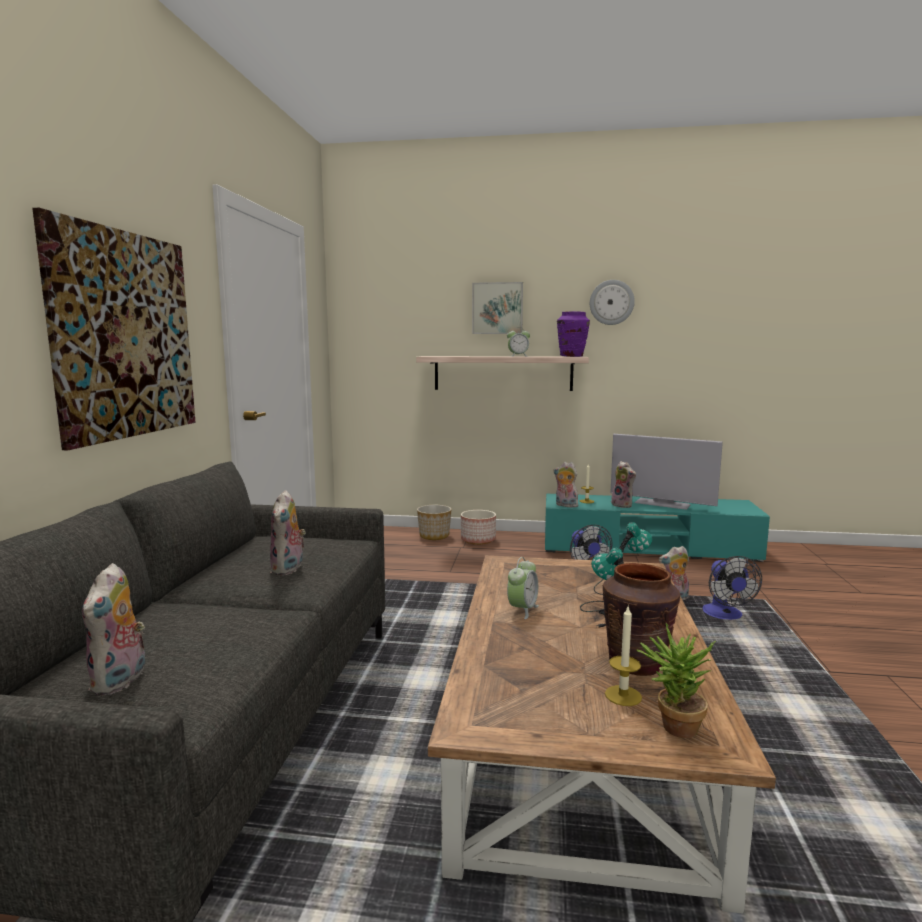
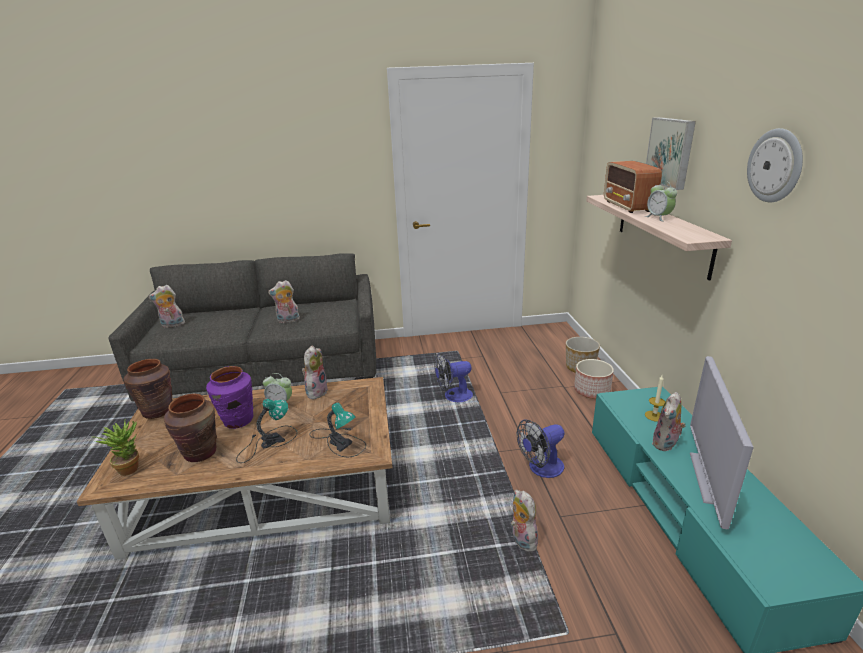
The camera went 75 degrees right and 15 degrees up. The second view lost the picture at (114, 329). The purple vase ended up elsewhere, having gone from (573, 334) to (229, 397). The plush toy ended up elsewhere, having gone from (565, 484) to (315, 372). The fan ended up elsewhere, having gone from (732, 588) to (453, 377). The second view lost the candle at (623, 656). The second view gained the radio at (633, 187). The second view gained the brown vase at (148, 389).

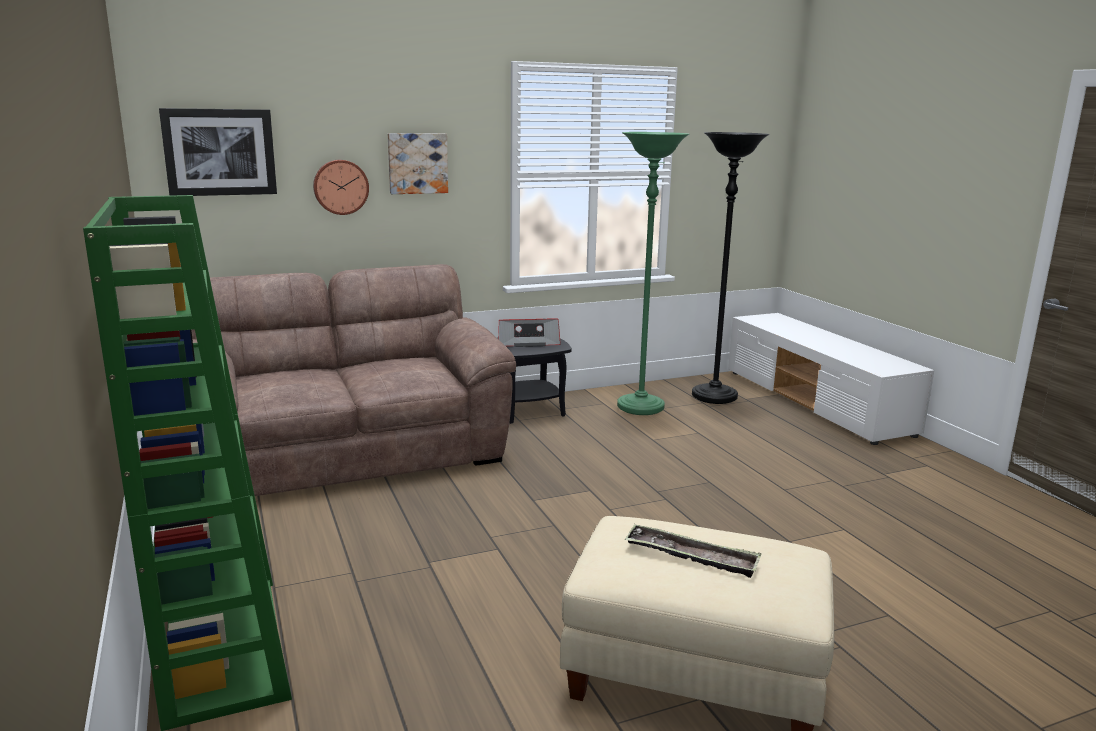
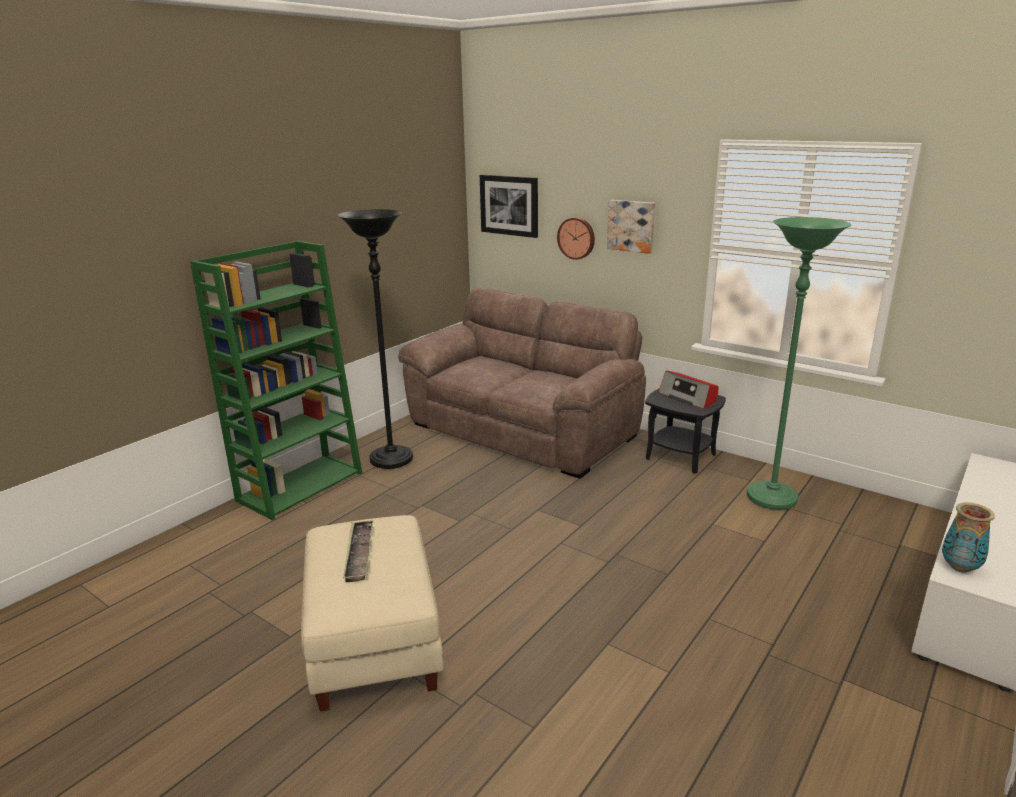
The camera went 60 degrees right and 5 degrees up. The black floor lamp ended up elsewhere, having gone from (730, 268) to (375, 339). The second view gained the vase at (968, 537).

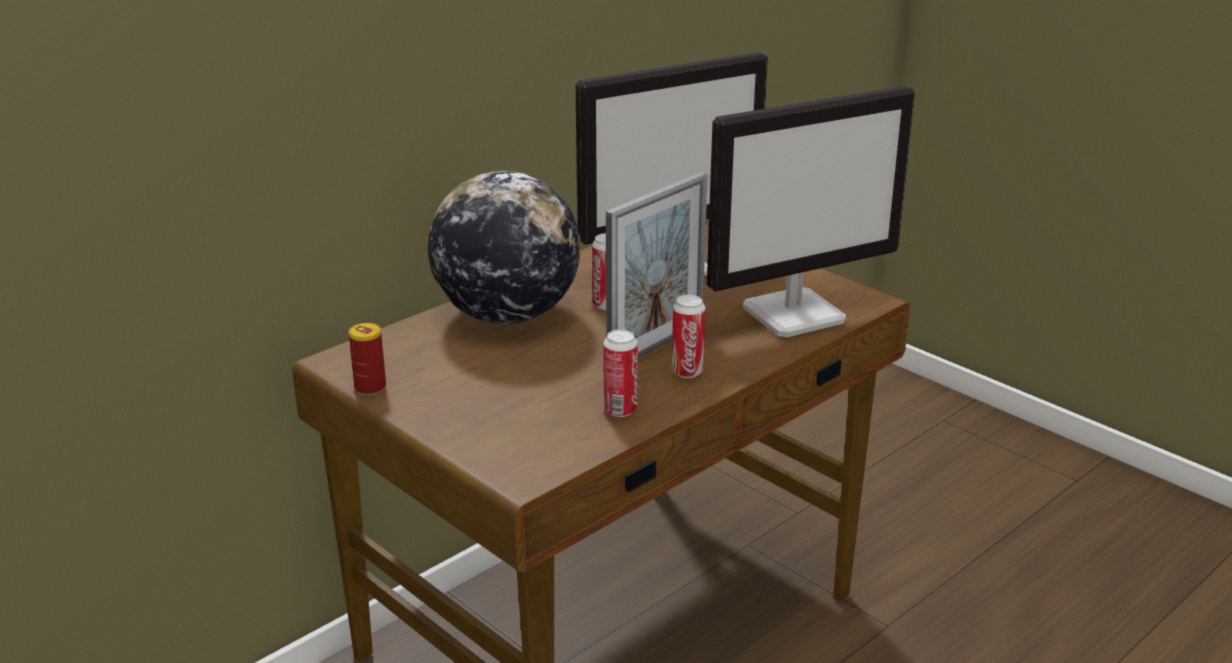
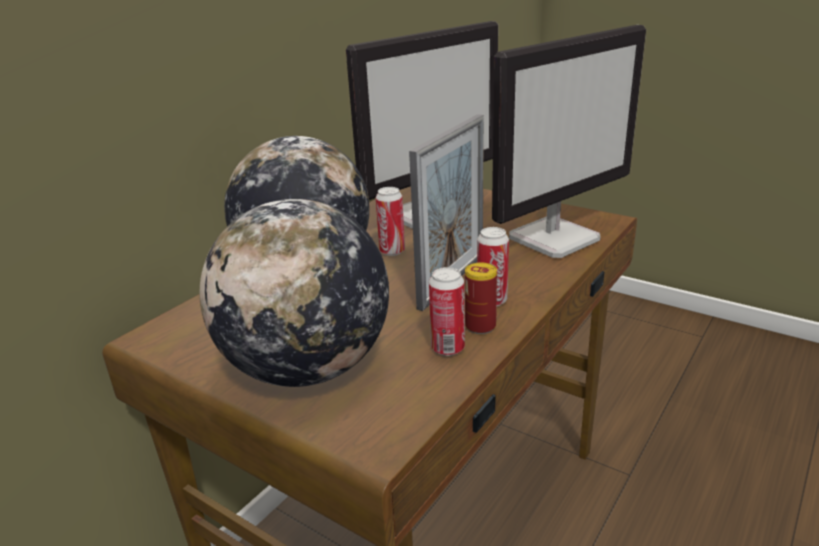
The camera went 10 degrees left and 0 degrees up. The can ended up elsewhere, having gone from (367, 359) to (481, 298). The second view gained the globe at (294, 293).

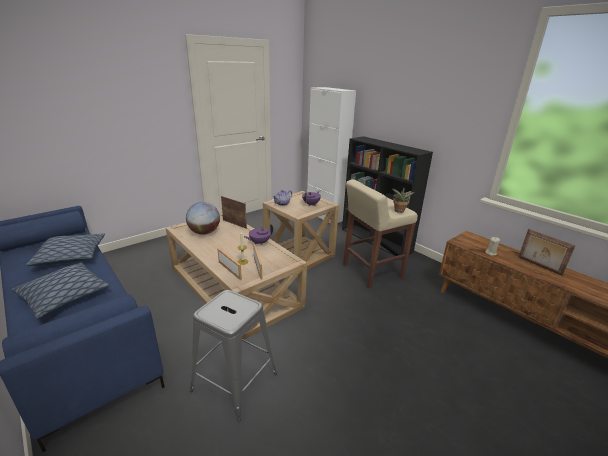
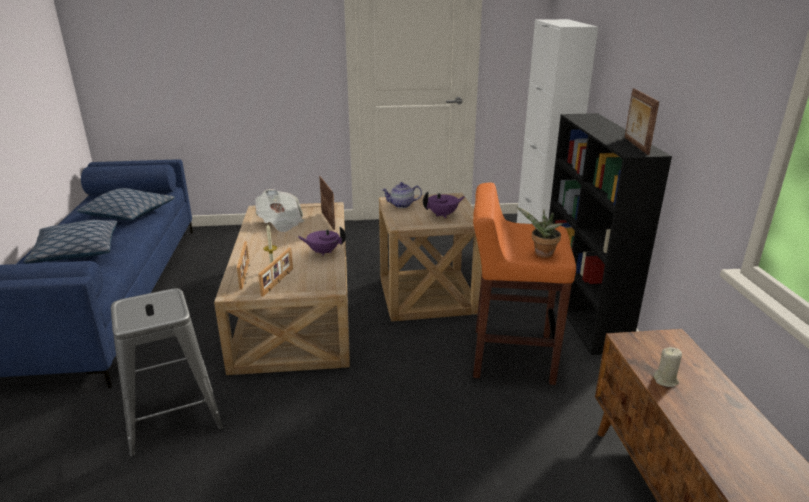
The camera went 35 degrees right and 0 degrees up. What was the beige stool at (380, 233) turned into the orange stool at (524, 284). Where the globe stood at (203, 218), the newspaper came to stand at (279, 210). The picture frame ended up elsewhere, having gone from (547, 252) to (642, 121).

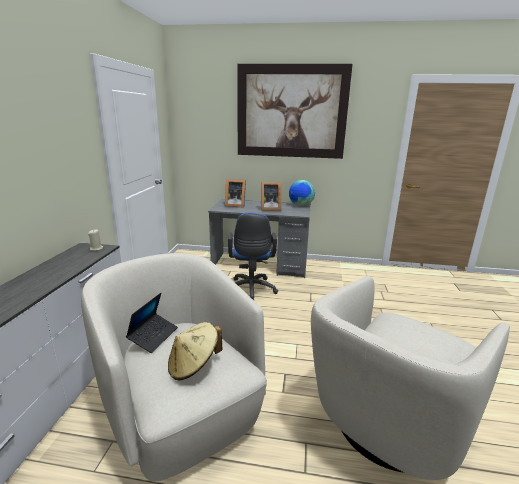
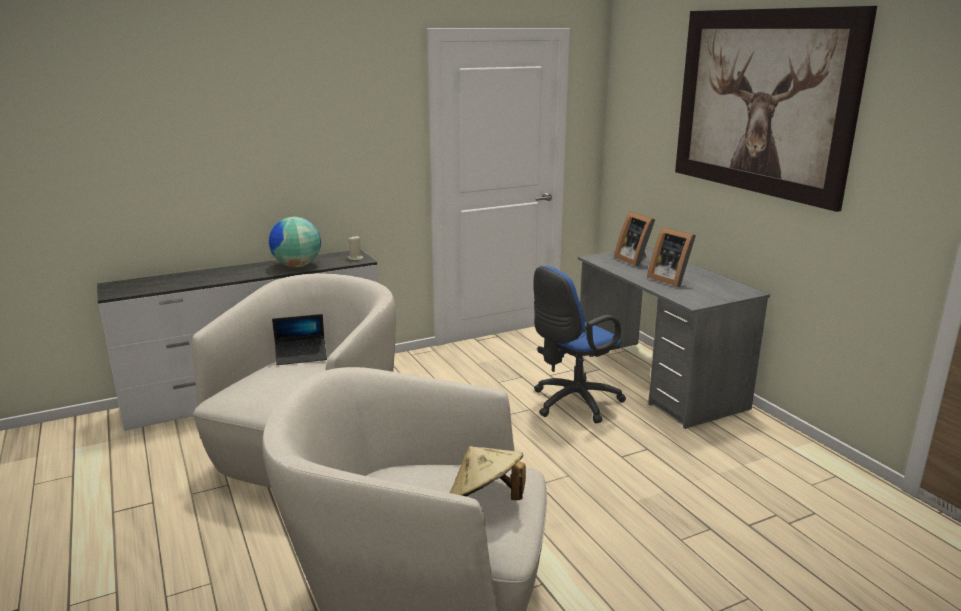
The camera went 55 degrees right and 0 degrees up. The globe ended up elsewhere, having gone from (302, 193) to (295, 242). The beige hat ended up elsewhere, having gone from (195, 351) to (488, 473).

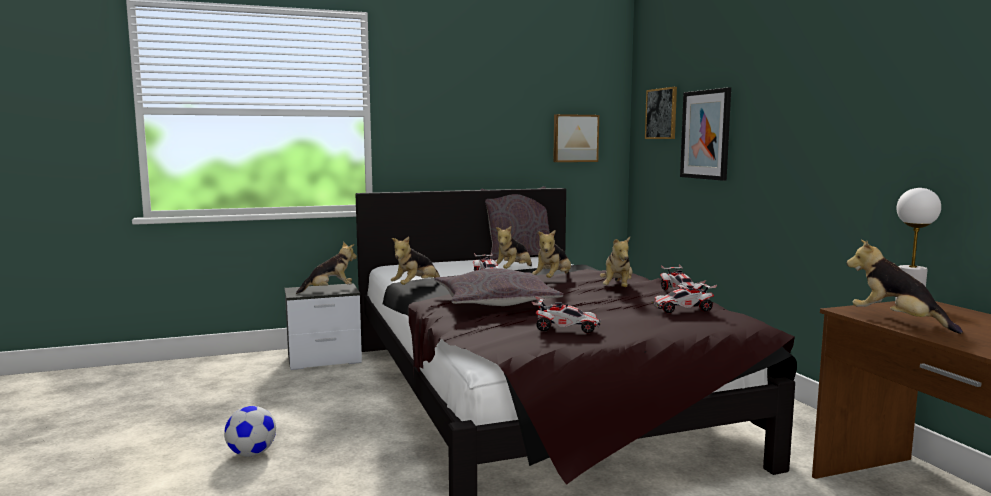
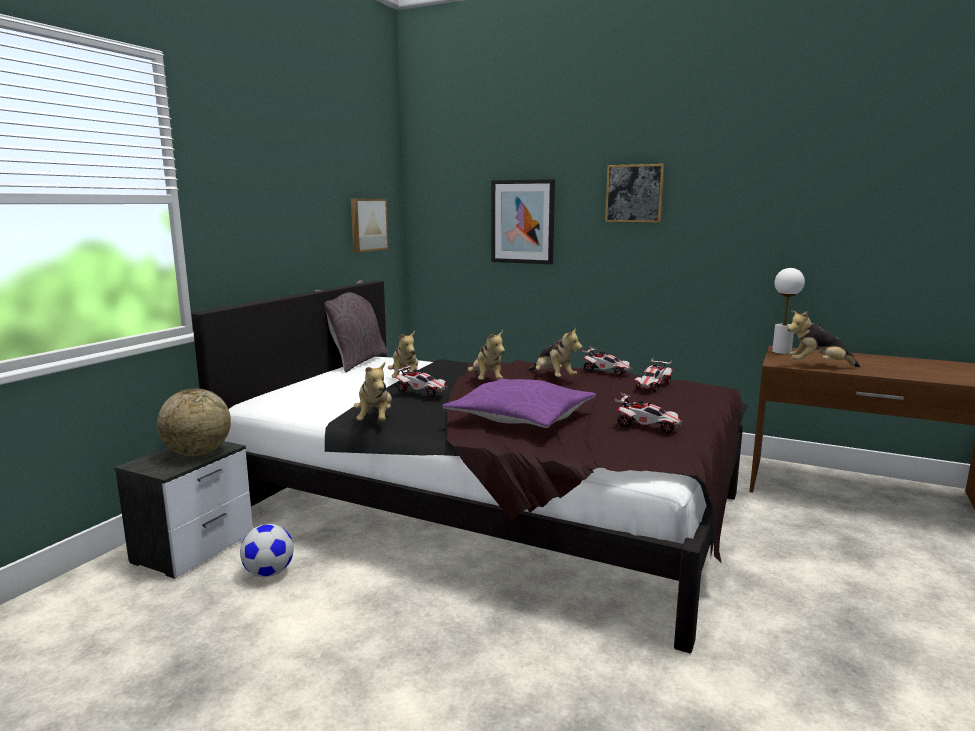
The camera went 45 degrees left and 5 degrees up. The picture ended up elsewhere, having gone from (661, 113) to (634, 193). Where the plush toy stood at (326, 268), the globe came to stand at (194, 422). What was the grey pillow at (498, 287) turned into the purple pillow at (519, 403). The toy car at (566, 314) ended up facing another way, 60 degrees clockwise from before. The football ended up elsewhere, having gone from (250, 431) to (267, 550).

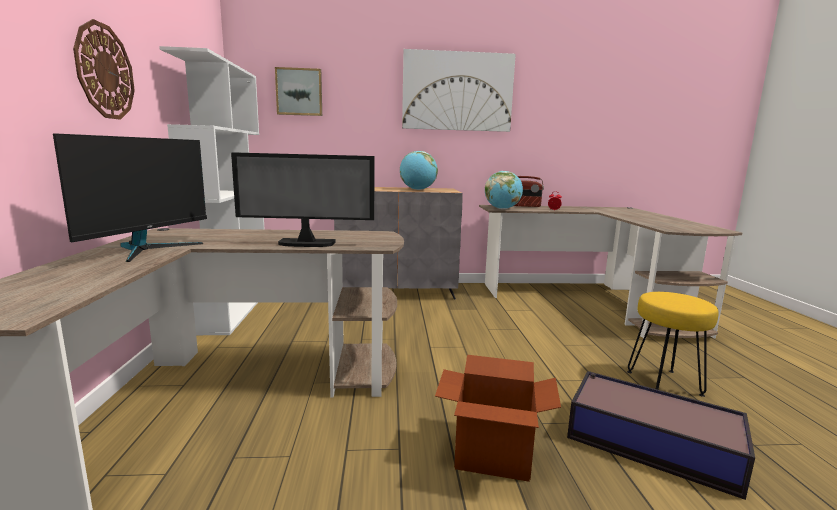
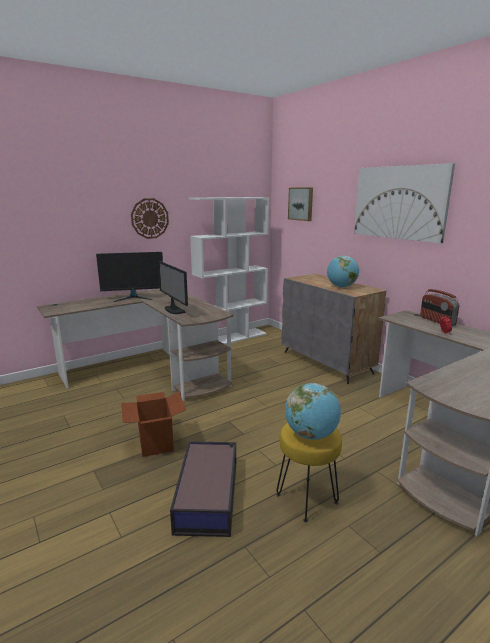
The camera went 60 degrees right and 5 degrees up. The globe ended up elsewhere, having gone from (504, 190) to (313, 411).

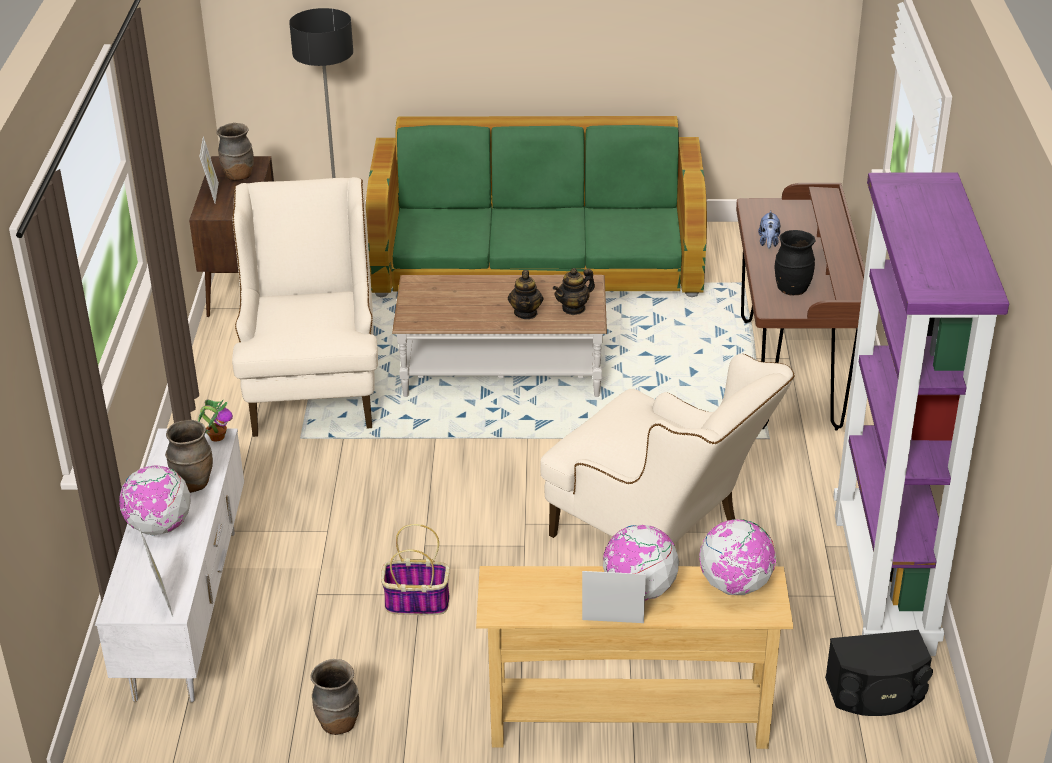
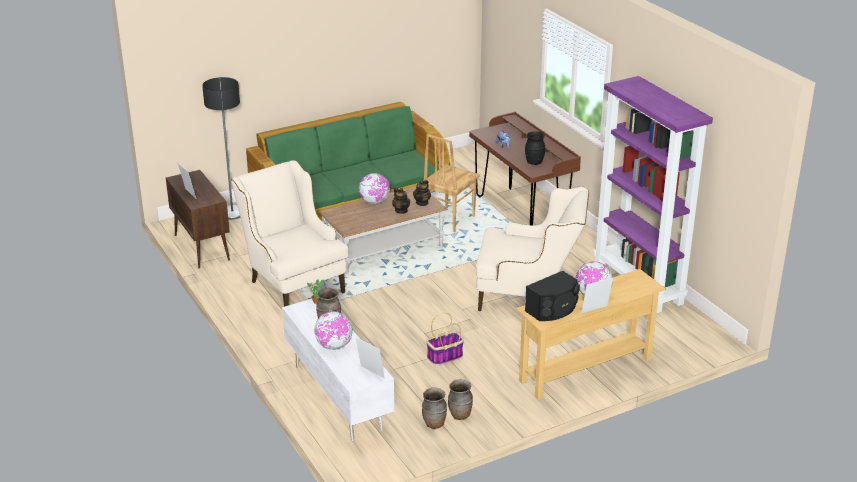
The camera went 30 degrees left and 5 degrees down. The brown vase ended up elsewhere, having gone from (235, 152) to (434, 408). The globe ended up elsewhere, having gone from (737, 557) to (374, 188). The black speaker ended up elsewhere, having gone from (879, 673) to (552, 296). The second view gained the brown chair at (452, 183).

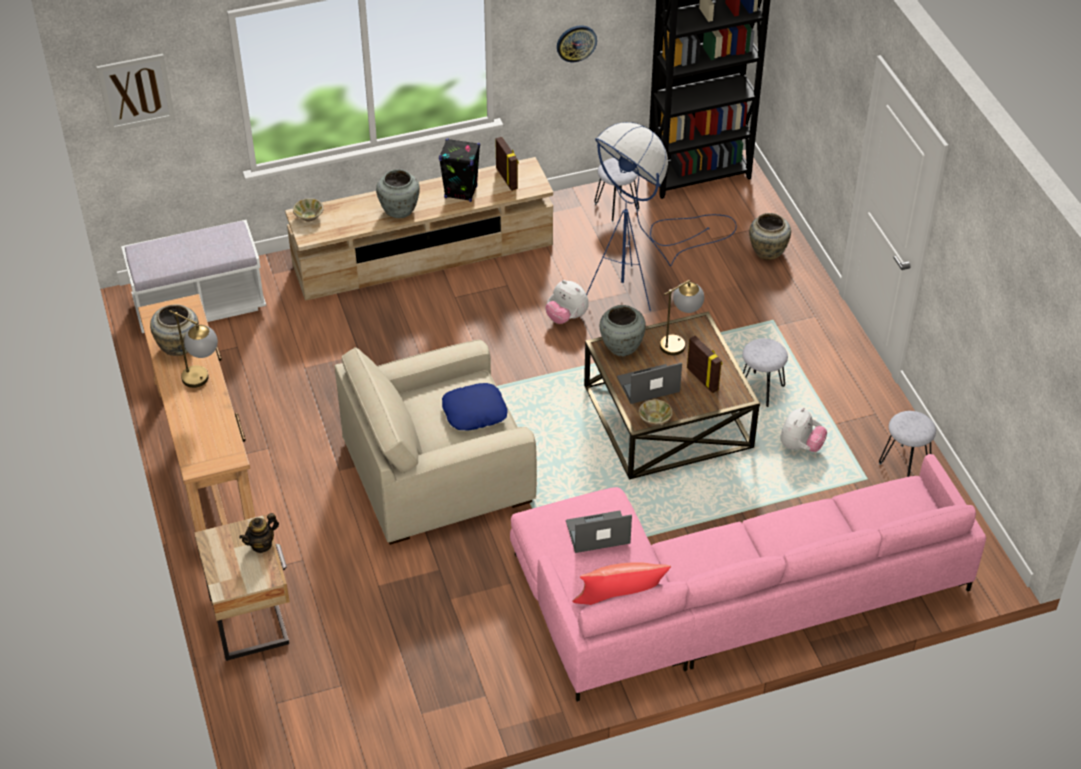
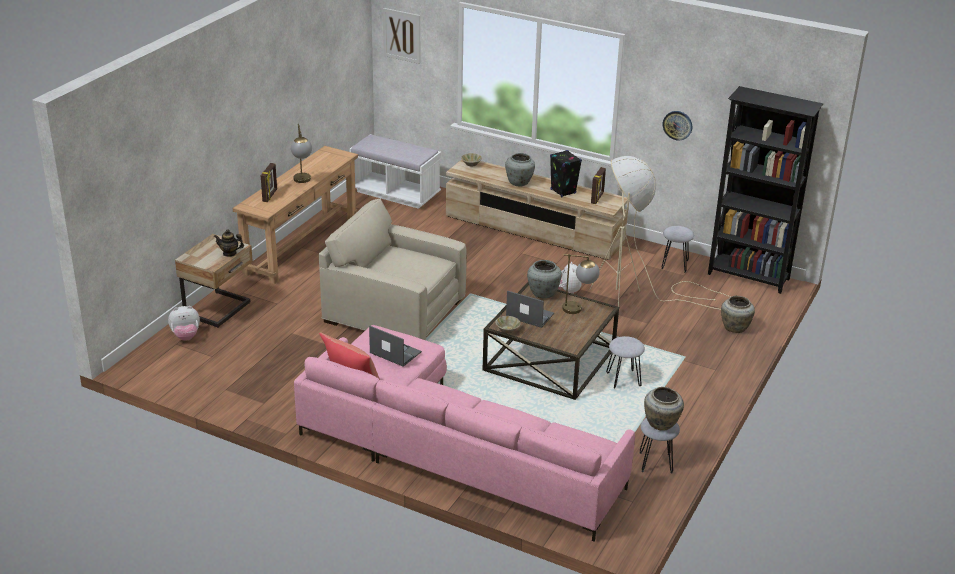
The camera went 45 degrees right and 15 degrees down. What was the blue floor lamp at (661, 216) turned into the beige floor lamp at (660, 233). The beige vase ended up elsewhere, having gone from (174, 330) to (664, 409). The picture frame ended up elsewhere, having gone from (704, 364) to (269, 182). The second view lost the blue pillow at (475, 406). The plush toy ended up elsewhere, having gone from (803, 429) to (184, 323).

